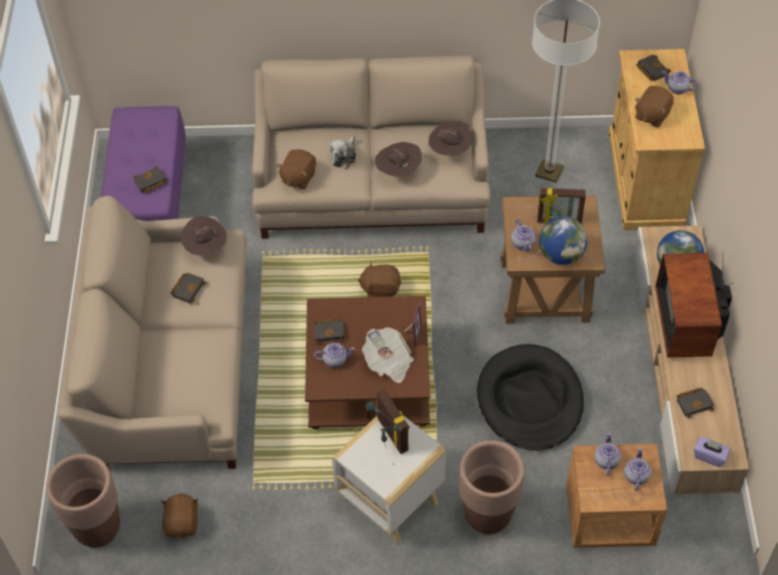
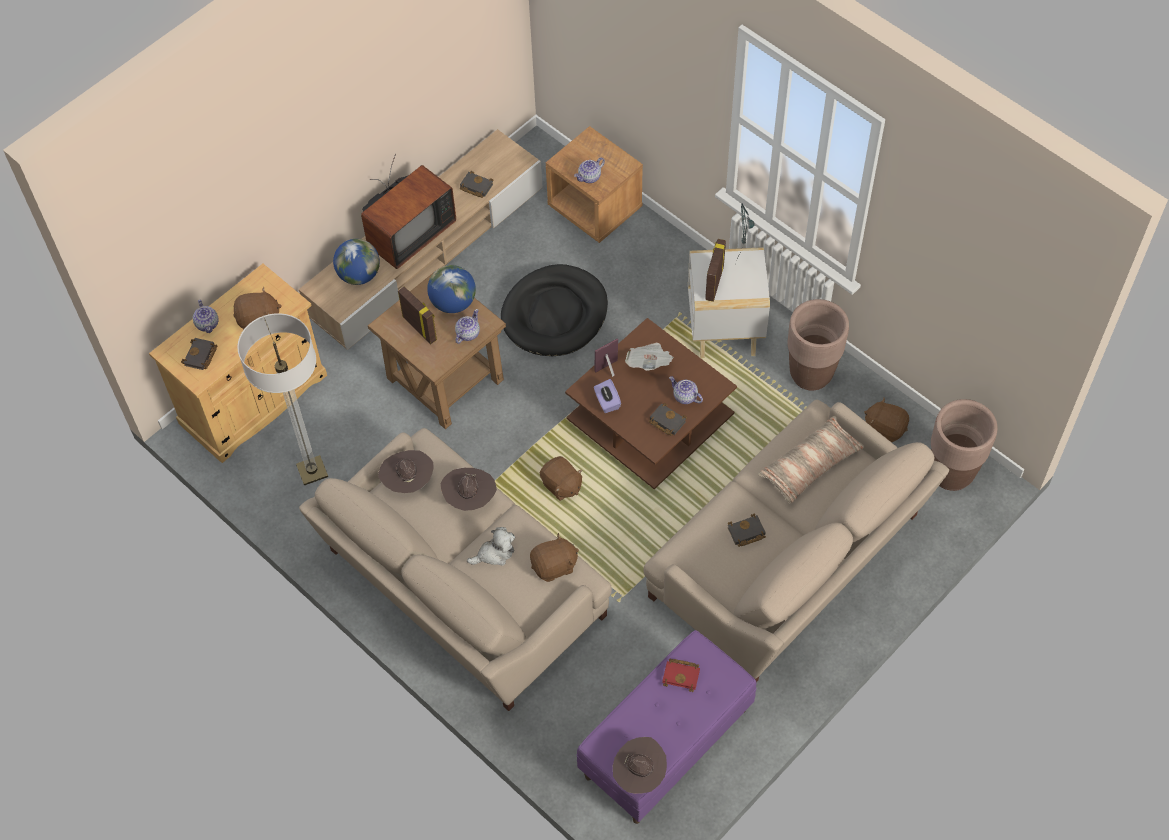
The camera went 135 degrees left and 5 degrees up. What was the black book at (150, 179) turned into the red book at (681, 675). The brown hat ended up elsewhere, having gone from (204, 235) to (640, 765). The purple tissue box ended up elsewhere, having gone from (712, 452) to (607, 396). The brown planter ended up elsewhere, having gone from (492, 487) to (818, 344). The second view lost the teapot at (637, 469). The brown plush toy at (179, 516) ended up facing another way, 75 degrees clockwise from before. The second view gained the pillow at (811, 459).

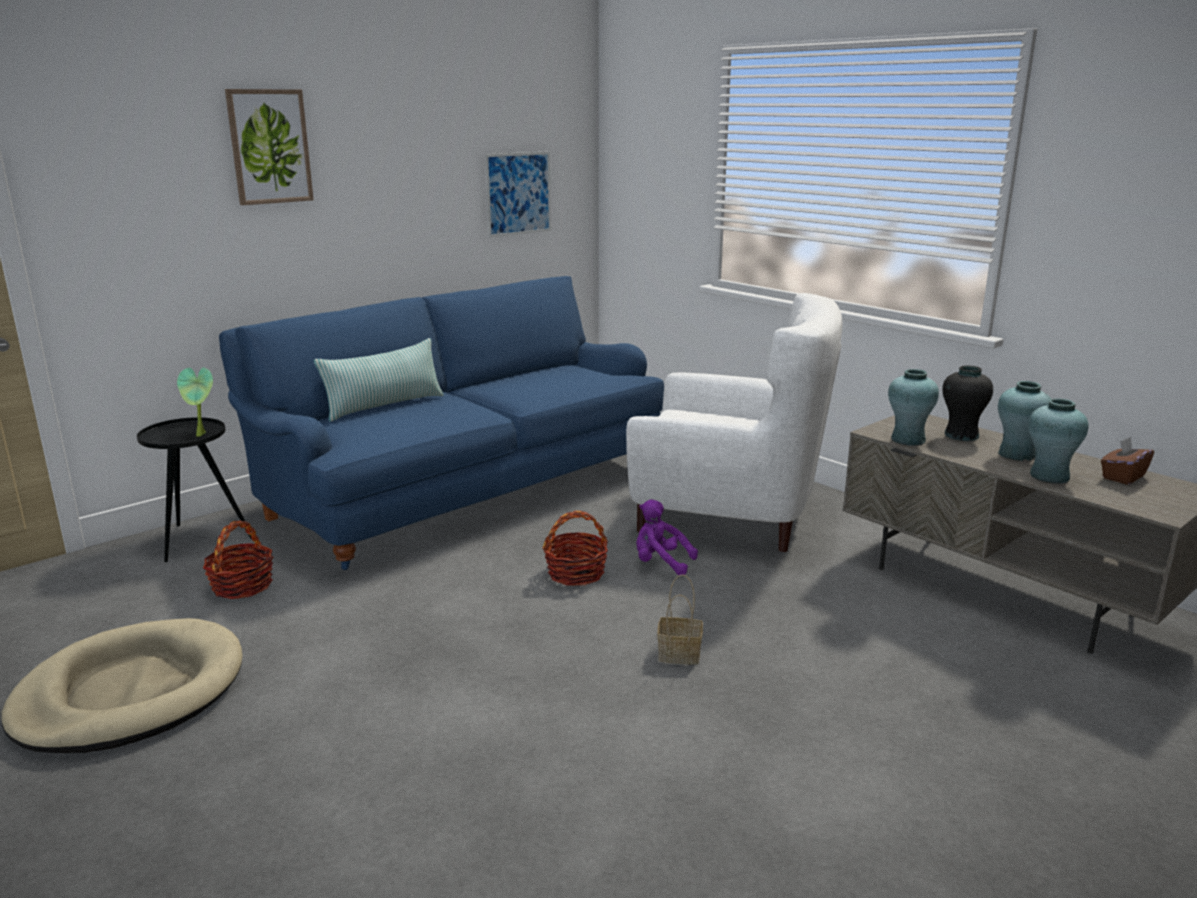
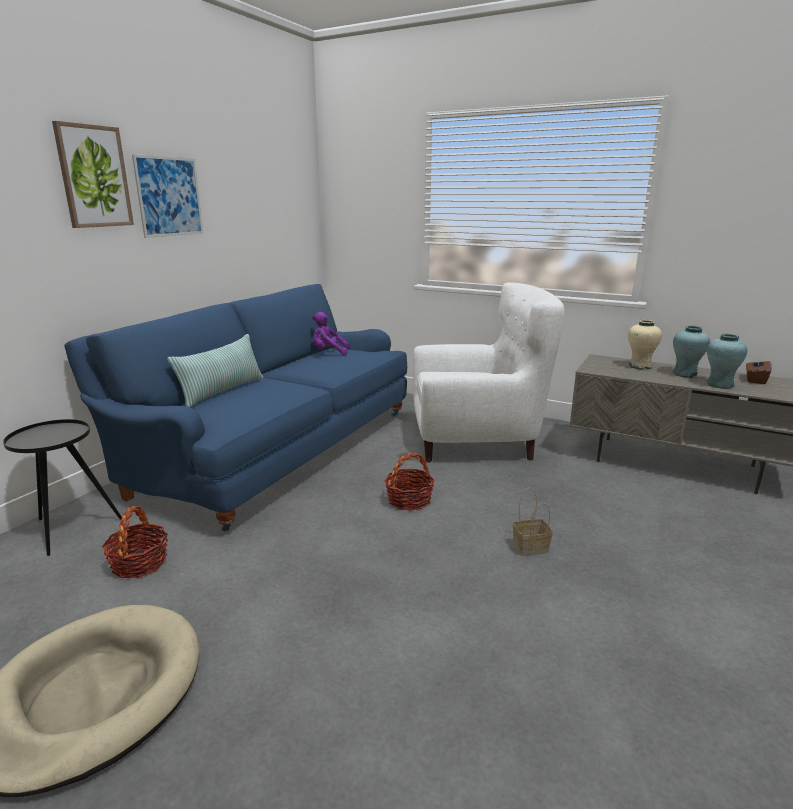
The camera went 20 degrees left and 0 degrees up. The picture ended up elsewhere, having gone from (518, 194) to (167, 196). What was the black vase at (967, 403) turned into the beige vase at (645, 345). The second view lost the potted plant at (195, 402). The second view lost the turquoise vase at (913, 407). The purple plush toy ended up elsewhere, having gone from (667, 537) to (331, 333).

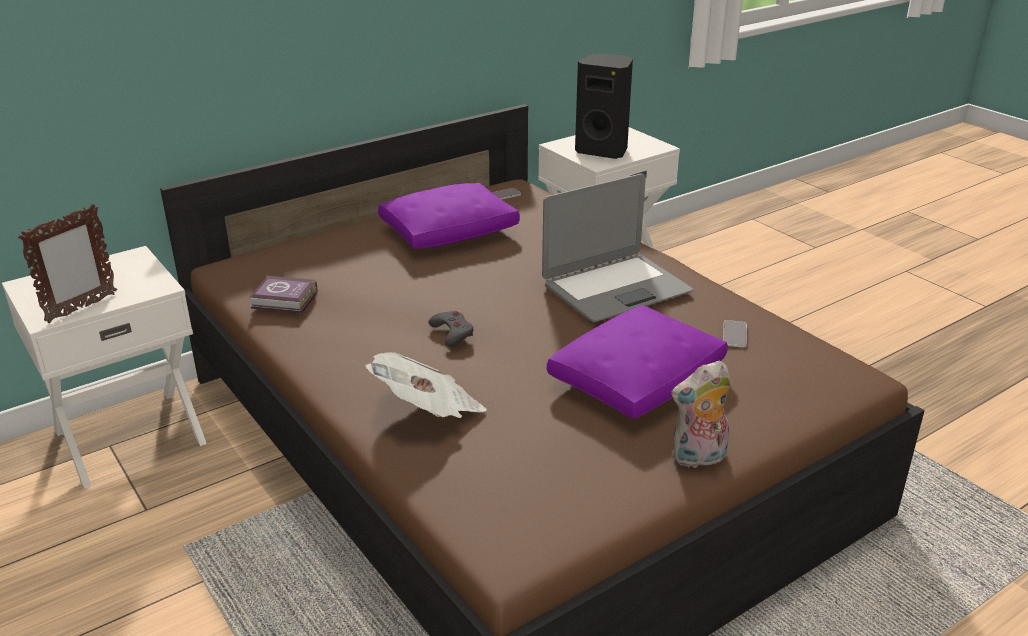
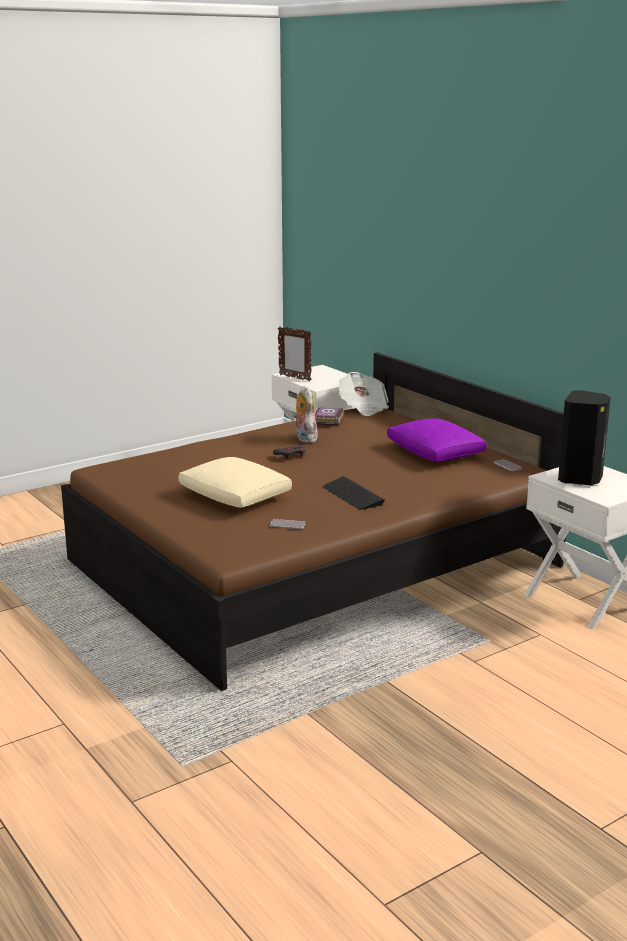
The camera went 90 degrees right and 10 degrees down. Where the laptop stood at (617, 248), the keyboard came to stand at (354, 493). What was the purple pillow at (637, 362) turned into the beige pillow at (235, 482). The newspaper ended up elsewhere, having gone from (426, 385) to (364, 394). The plush toy ended up elsewhere, having gone from (701, 414) to (305, 414).

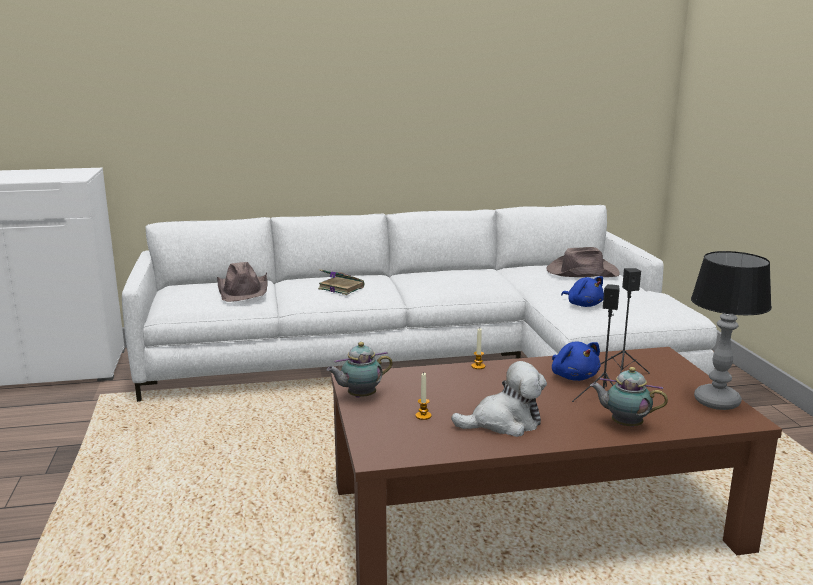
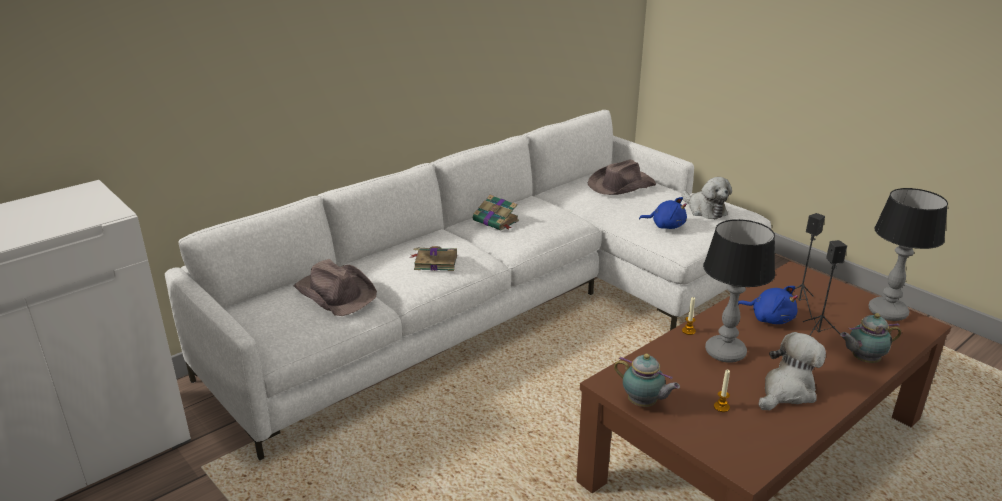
The camera went 30 degrees left and 10 degrees up. The teapot at (359, 370) ended up facing another way, 90 degrees counterclockwise from before. The second view gained the plush toy at (707, 198). The second view gained the book at (496, 213). The second view gained the table lamp at (739, 291).

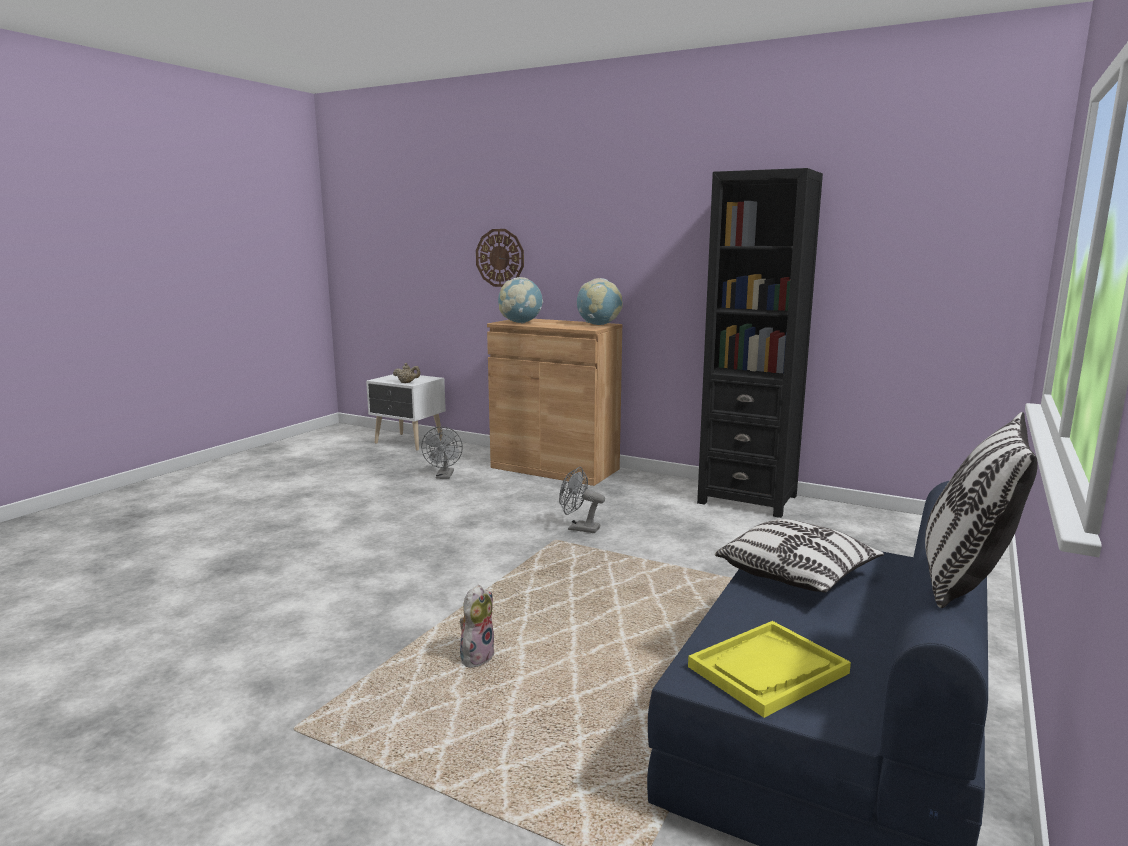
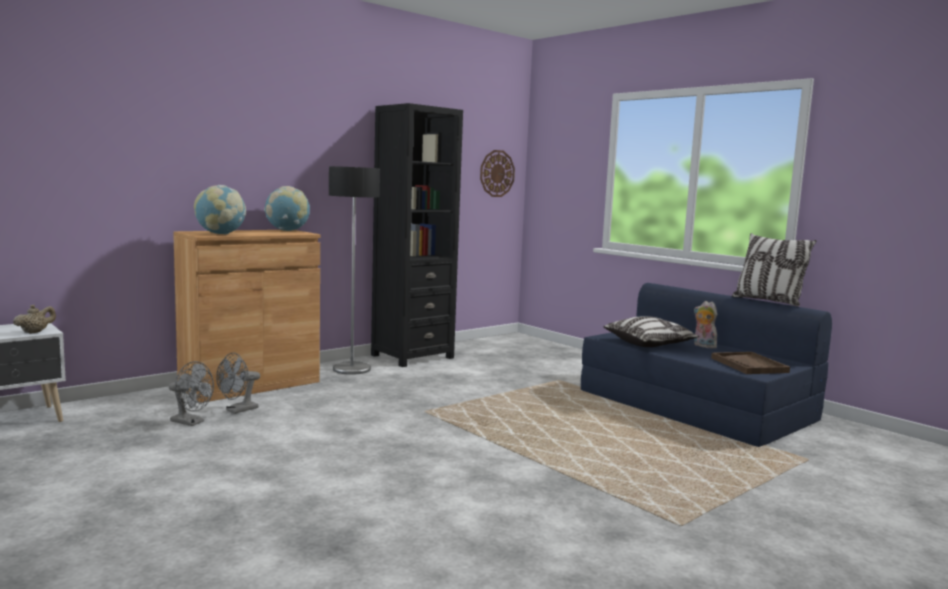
The camera went 70 degrees left and 5 degrees down. The wall clock ended up elsewhere, having gone from (500, 258) to (497, 173). The grey fan ended up elsewhere, having gone from (582, 500) to (238, 383). The plush toy ended up elsewhere, having gone from (477, 626) to (705, 325). What was the yellow tray at (769, 669) turned into the brown tray at (750, 363). The second view gained the floor lamp at (354, 270).

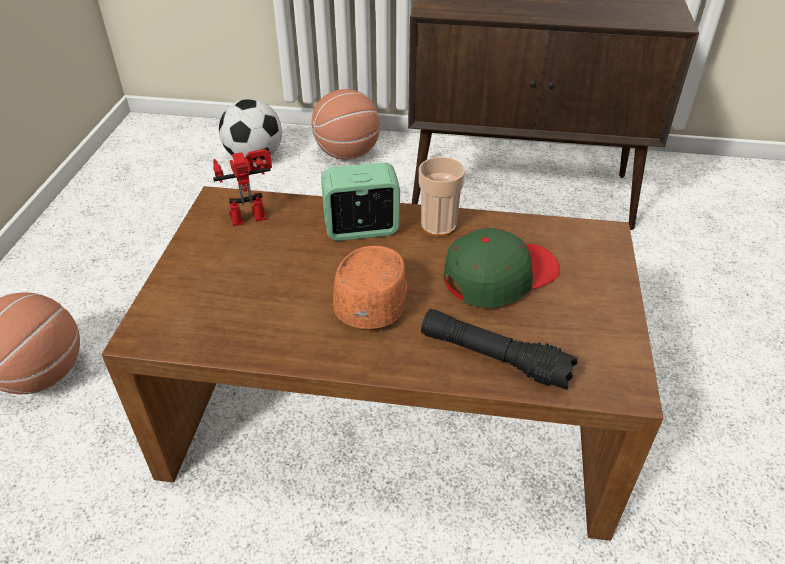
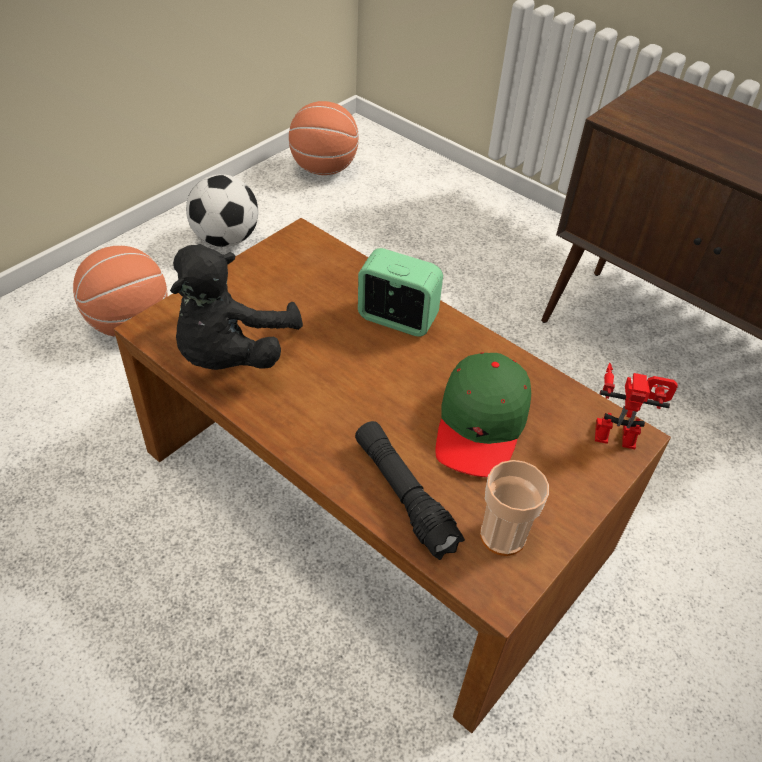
The camera went 30 degrees right and 5 degrees up. The basketball ended up elsewhere, having gone from (346, 124) to (324, 138). The football ended up elsewhere, having gone from (250, 130) to (222, 210). The toy robot ended up elsewhere, having gone from (242, 187) to (636, 406). The cup ended up elsewhere, having gone from (442, 197) to (514, 508). The green cap at (501, 268) ended up facing another way, 105 degrees clockwise from before. The second view lost the orange cap at (370, 287). The second view gained the black plush toy at (236, 307).

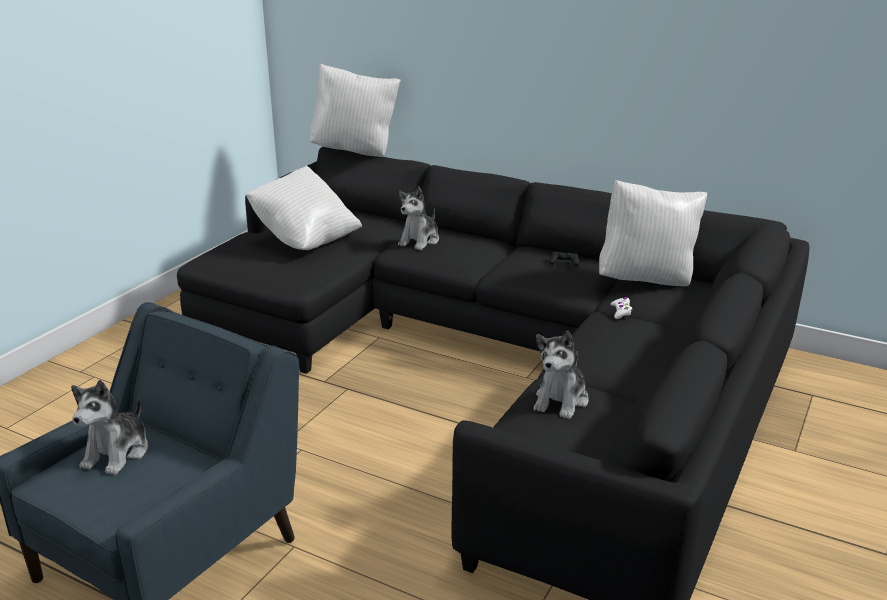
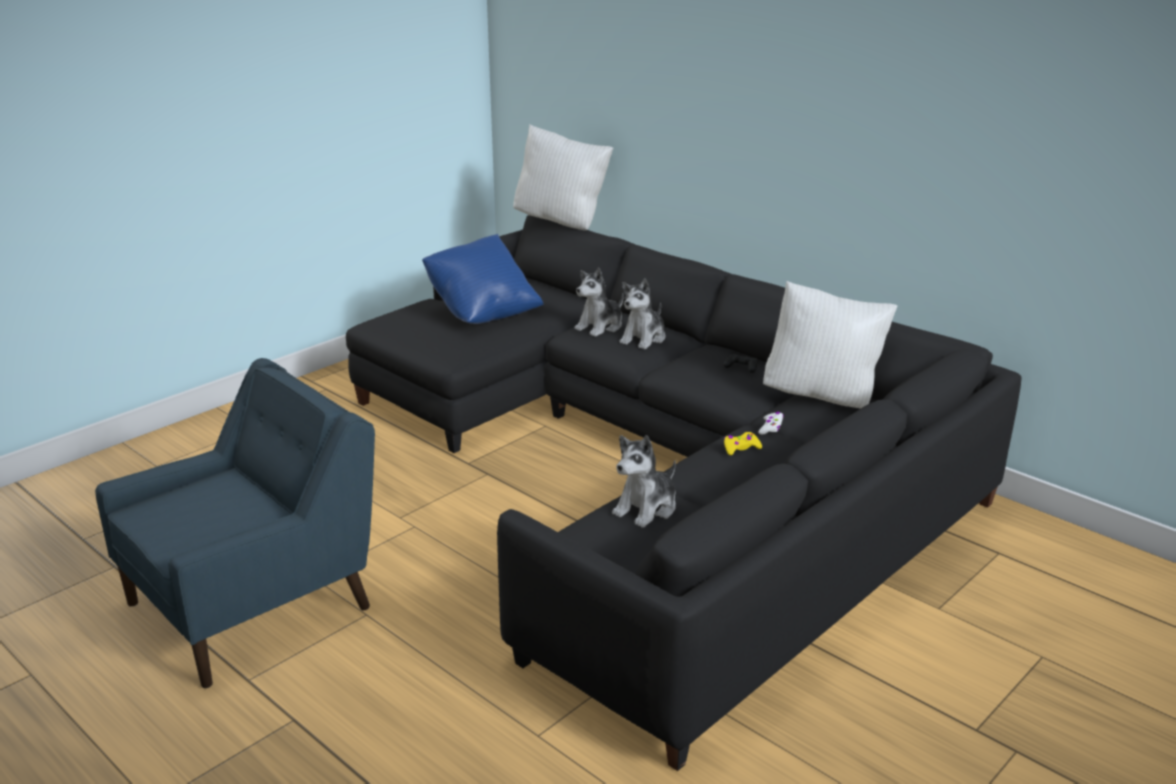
The camera went 15 degrees right and 0 degrees up. What was the white pillow at (304, 208) turned into the blue pillow at (482, 279). The plush toy ended up elsewhere, having gone from (109, 427) to (642, 313). The second view gained the yellow game controller at (743, 443).

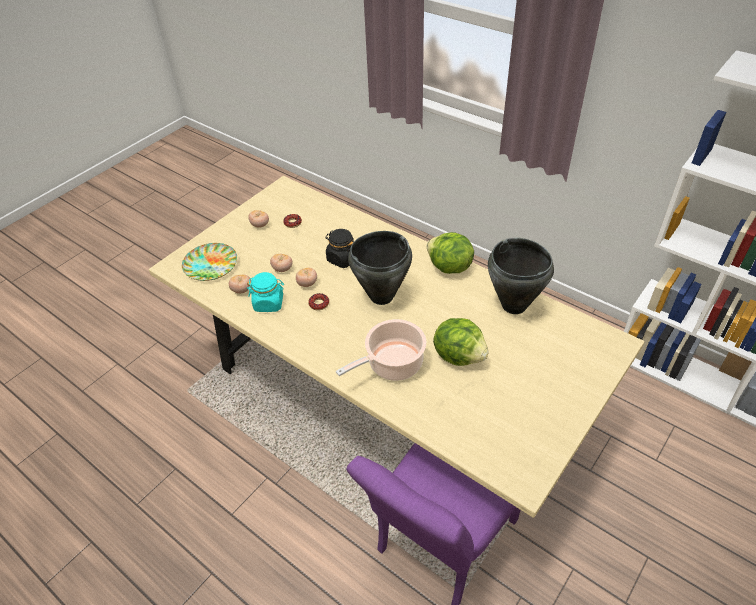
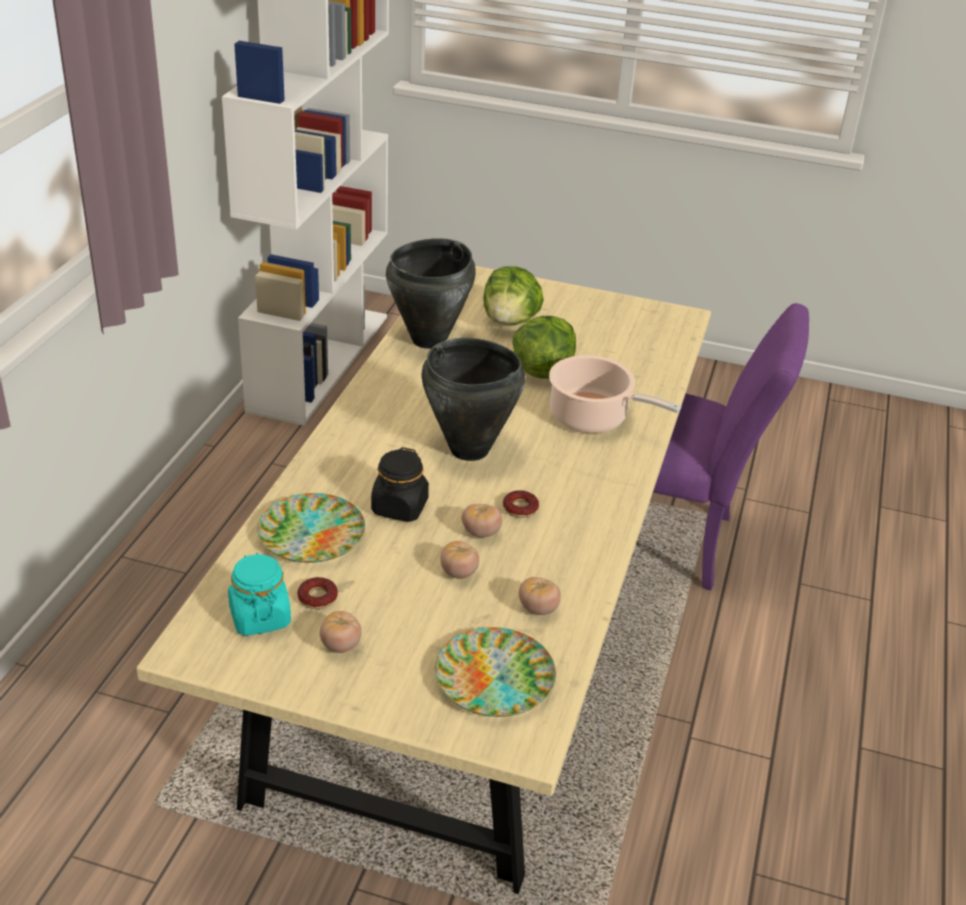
The camera went 115 degrees left and 10 degrees down. The lettuce ended up elsewhere, having gone from (450, 253) to (513, 295). The turquoise jar ended up elsewhere, having gone from (265, 292) to (259, 594). The second view gained the plate at (311, 528).

